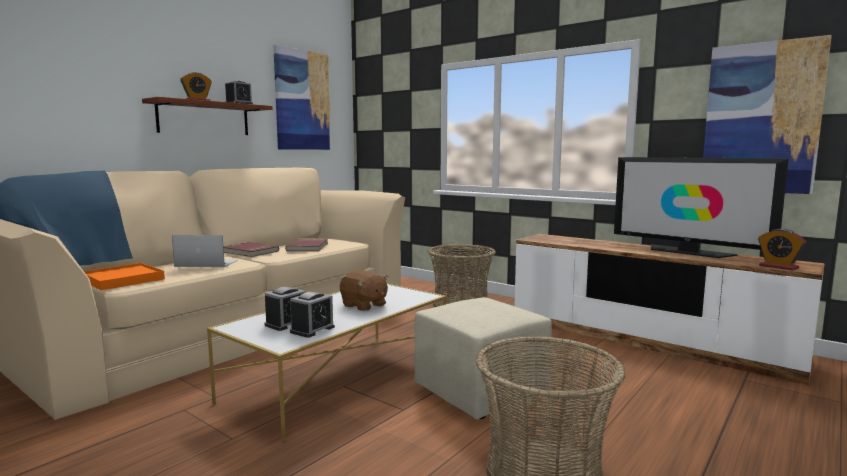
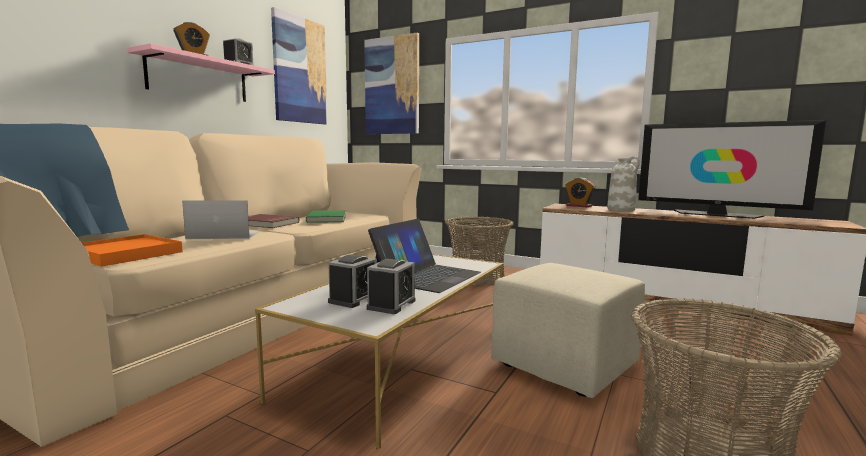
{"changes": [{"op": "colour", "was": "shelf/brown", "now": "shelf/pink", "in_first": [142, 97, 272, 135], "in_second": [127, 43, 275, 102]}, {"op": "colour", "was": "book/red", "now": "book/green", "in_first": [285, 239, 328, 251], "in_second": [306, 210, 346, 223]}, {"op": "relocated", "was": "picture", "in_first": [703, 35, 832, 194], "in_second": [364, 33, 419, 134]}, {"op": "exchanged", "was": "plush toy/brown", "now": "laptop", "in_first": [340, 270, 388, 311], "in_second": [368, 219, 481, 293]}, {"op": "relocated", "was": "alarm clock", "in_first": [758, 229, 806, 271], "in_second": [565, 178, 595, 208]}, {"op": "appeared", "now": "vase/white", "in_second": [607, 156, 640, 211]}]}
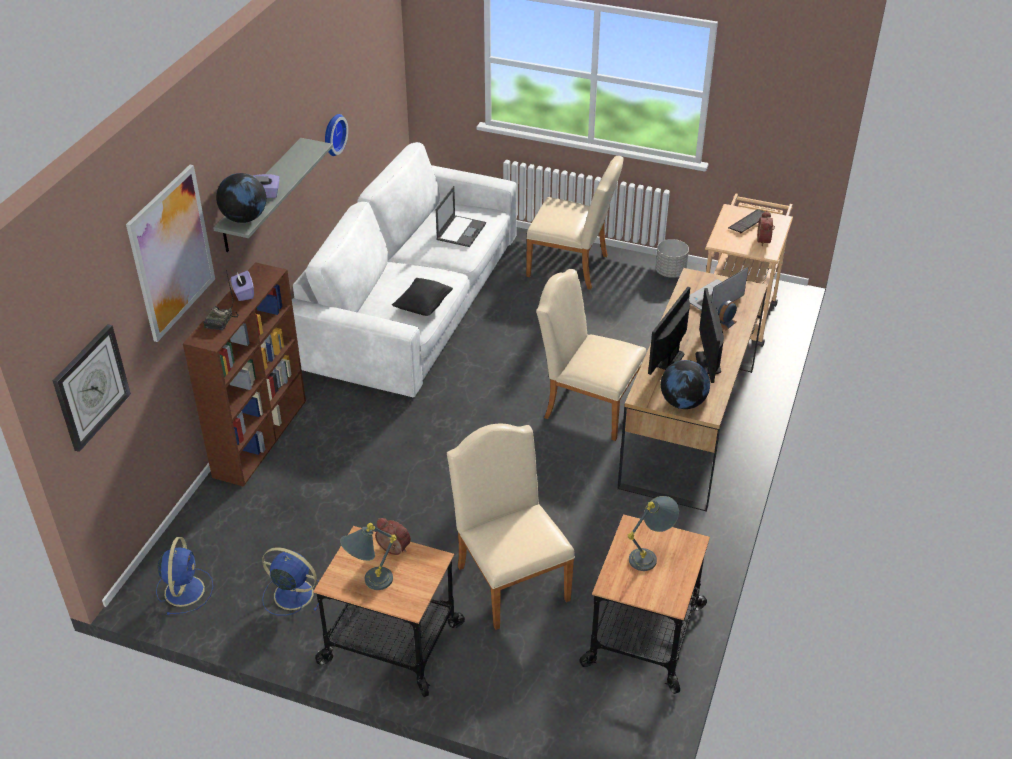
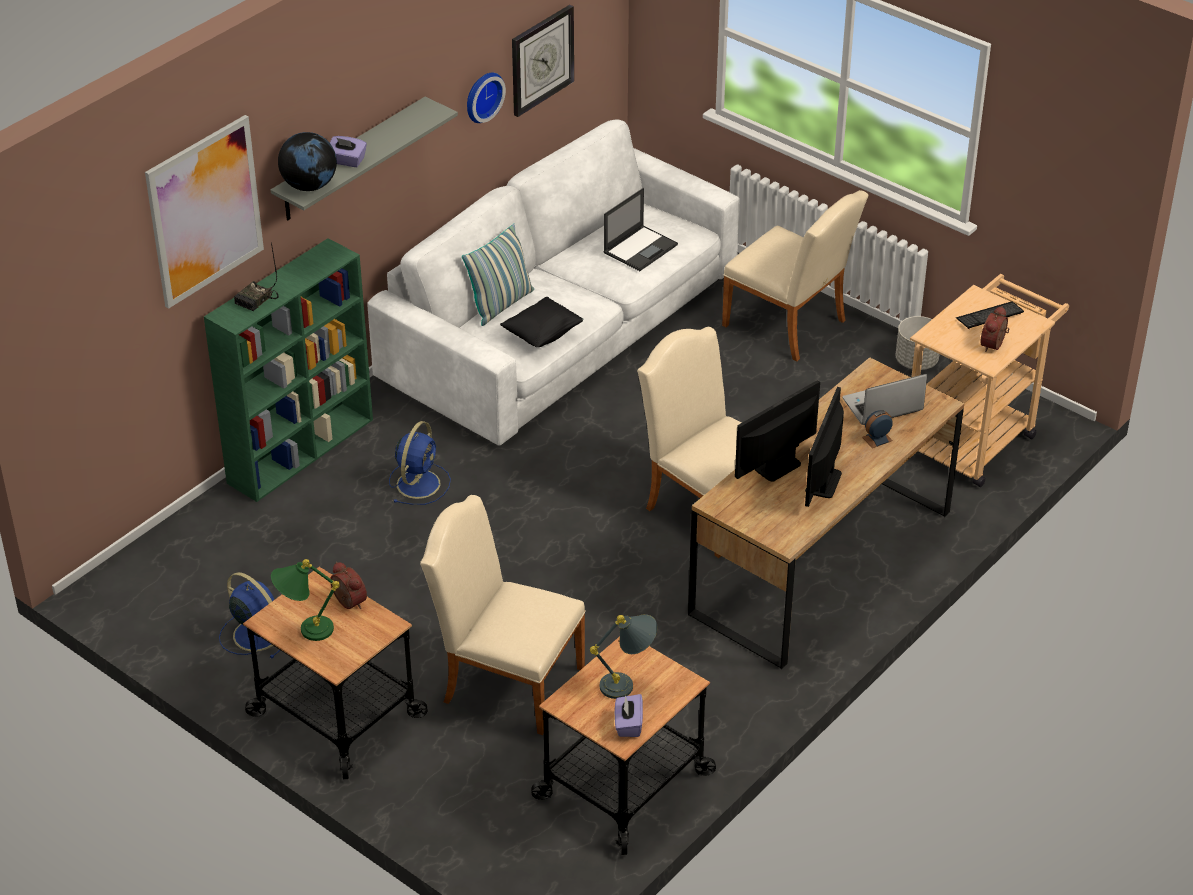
{"changes": [{"op": "colour", "was": "bookcase/brown", "now": "bookcase/green", "in_first": [183, 262, 306, 487], "in_second": [204, 238, 373, 502]}, {"op": "colour", "was": "table lamp/grey", "now": "table lamp/green", "in_first": [340, 523, 397, 590], "in_second": [271, 559, 340, 641]}, {"op": "relocated", "was": "fan/blue", "in_first": [156, 537, 213, 615], "in_second": [389, 421, 451, 505]}, {"op": "spun", "was": "chair/beige", "in_first": [447, 424, 575, 630], "in_second": [420, 495, 585, 735], "clockwise": -60}, {"op": "appeared", "now": "pillow", "in_second": [462, 223, 534, 326]}, {"op": "relocated", "was": "wall clock", "in_first": [53, 324, 131, 452], "in_second": [512, 5, 574, 117]}, {"op": "relocated", "was": "tissue box/purple", "in_first": [231, 271, 254, 301], "in_second": [615, 694, 643, 737]}, {"op": "missing", "was": "globe", "in_first": [661, 360, 710, 409]}]}
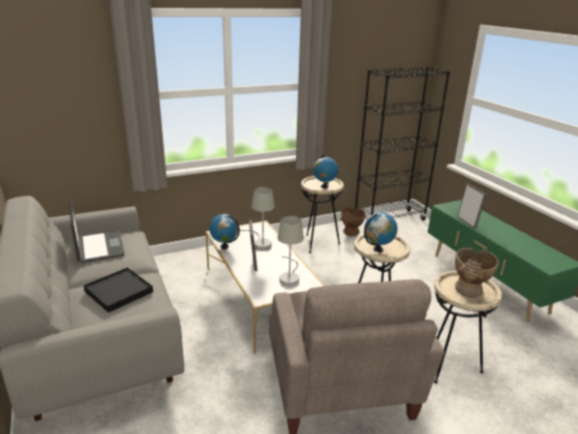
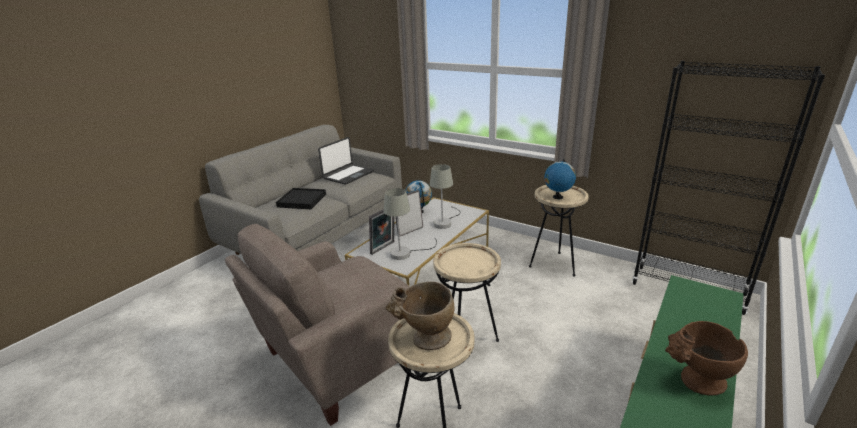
{"changes": [{"op": "relocated", "was": "picture frame", "in_first": [457, 184, 487, 228], "in_second": [369, 209, 394, 255]}, {"op": "relocated", "was": "vase/brown", "in_first": [340, 207, 365, 236], "in_second": [665, 321, 748, 396]}, {"op": "missing", "was": "globe", "in_first": [364, 212, 398, 252]}]}
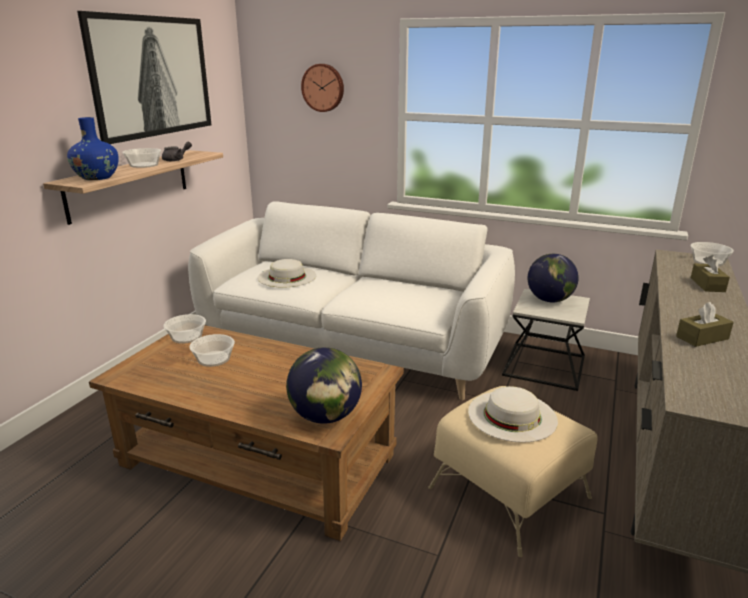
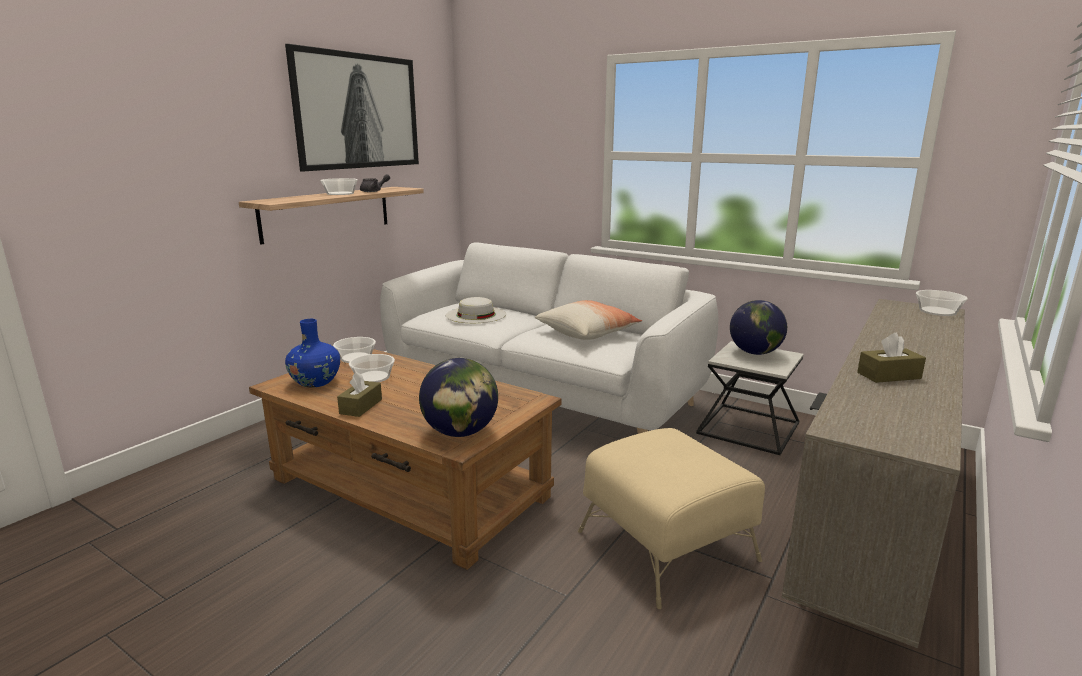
{"changes": [{"op": "relocated", "was": "vase/blue", "in_first": [67, 117, 119, 180], "in_second": [285, 319, 340, 388]}, {"op": "relocated", "was": "tissue box/brown", "in_first": [691, 255, 730, 292], "in_second": [337, 372, 382, 417]}, {"op": "appeared", "now": "pillow", "in_second": [535, 300, 642, 340]}, {"op": "missing", "was": "wall clock", "in_first": [301, 64, 344, 112]}, {"op": "missing", "was": "hat/white", "in_first": [468, 386, 558, 443]}]}
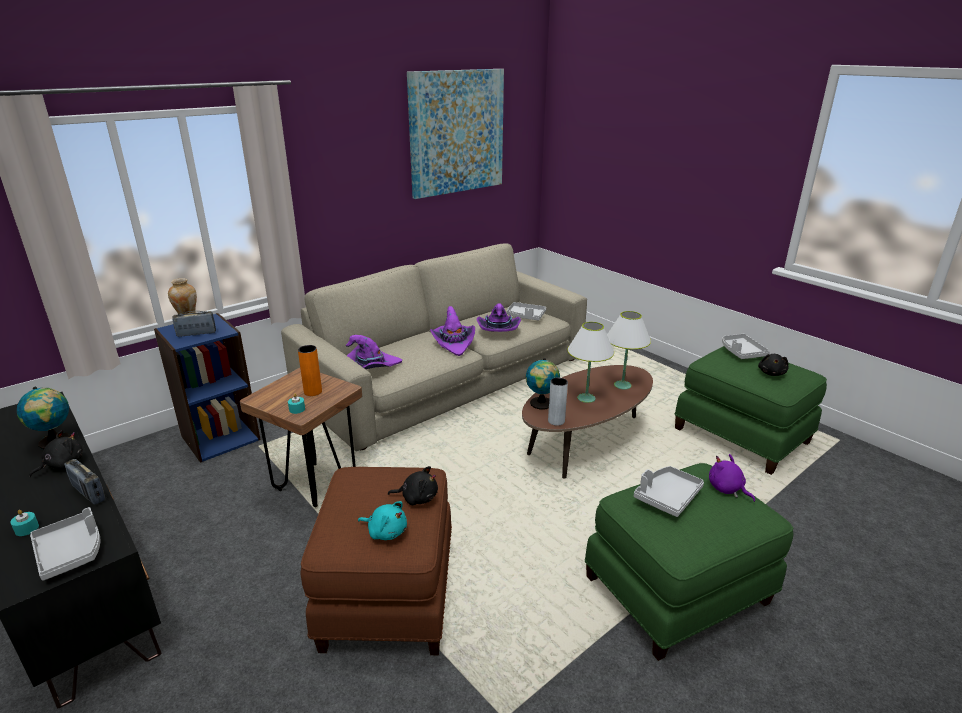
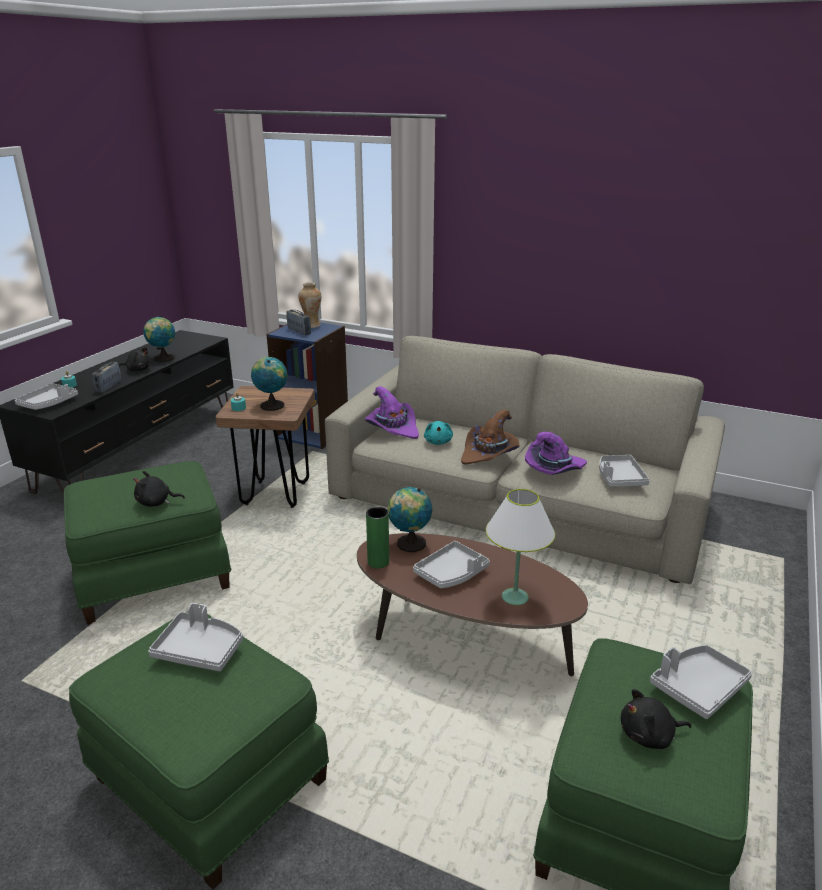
{"changes": [{"op": "colour", "was": "ottoman/brown", "now": "ottoman/green", "in_first": [301, 467, 452, 655], "in_second": [64, 461, 231, 625]}, {"op": "spun", "was": "plush toy/black", "in_first": [388, 466, 438, 505], "in_second": [133, 471, 185, 507], "clockwise": 105}, {"op": "exchanged", "was": "vase/orange", "now": "globe", "in_first": [298, 345, 322, 396], "in_second": [251, 357, 288, 411]}, {"op": "colour", "was": "vase/grey", "now": "vase/green", "in_first": [548, 377, 568, 426], "in_second": [366, 507, 389, 569]}, {"op": "exchanged", "was": "table lamp/white", "now": "tray/grey", "in_first": [567, 322, 614, 403], "in_second": [413, 541, 490, 588]}, {"op": "relocated", "was": "plush toy/turquoise", "in_first": [358, 501, 407, 540], "in_second": [424, 421, 453, 445]}, {"op": "colour", "was": "hat/purple", "now": "hat/brown", "in_first": [430, 306, 475, 356], "in_second": [461, 409, 520, 465]}, {"op": "missing", "was": "picture", "in_first": [407, 69, 504, 199]}, {"op": "missing", "was": "plush toy/purple", "in_first": [709, 454, 755, 502]}]}
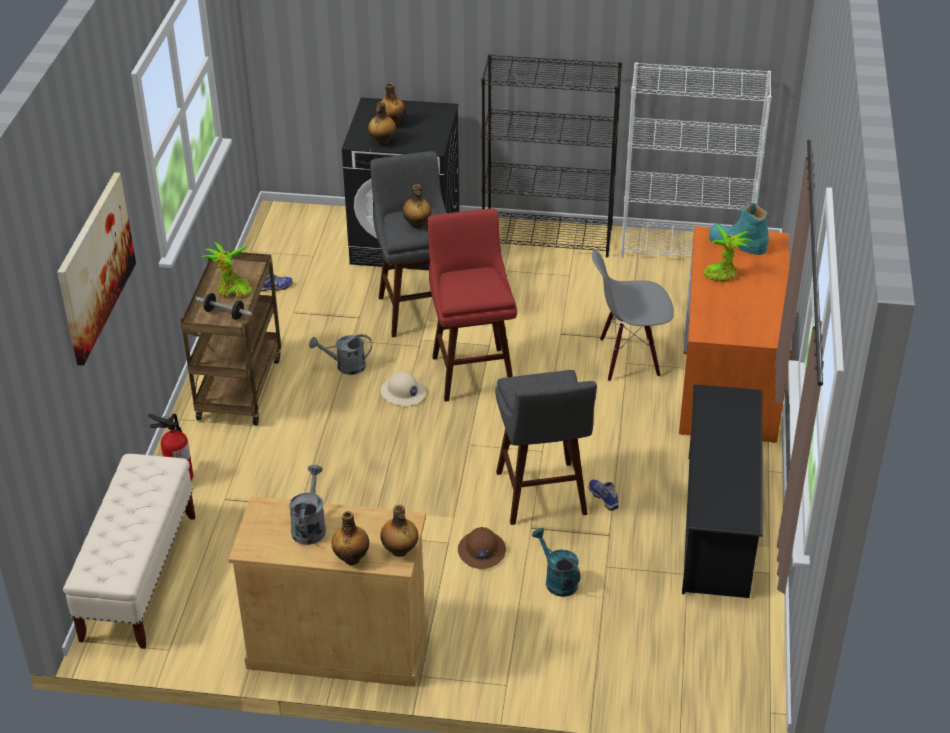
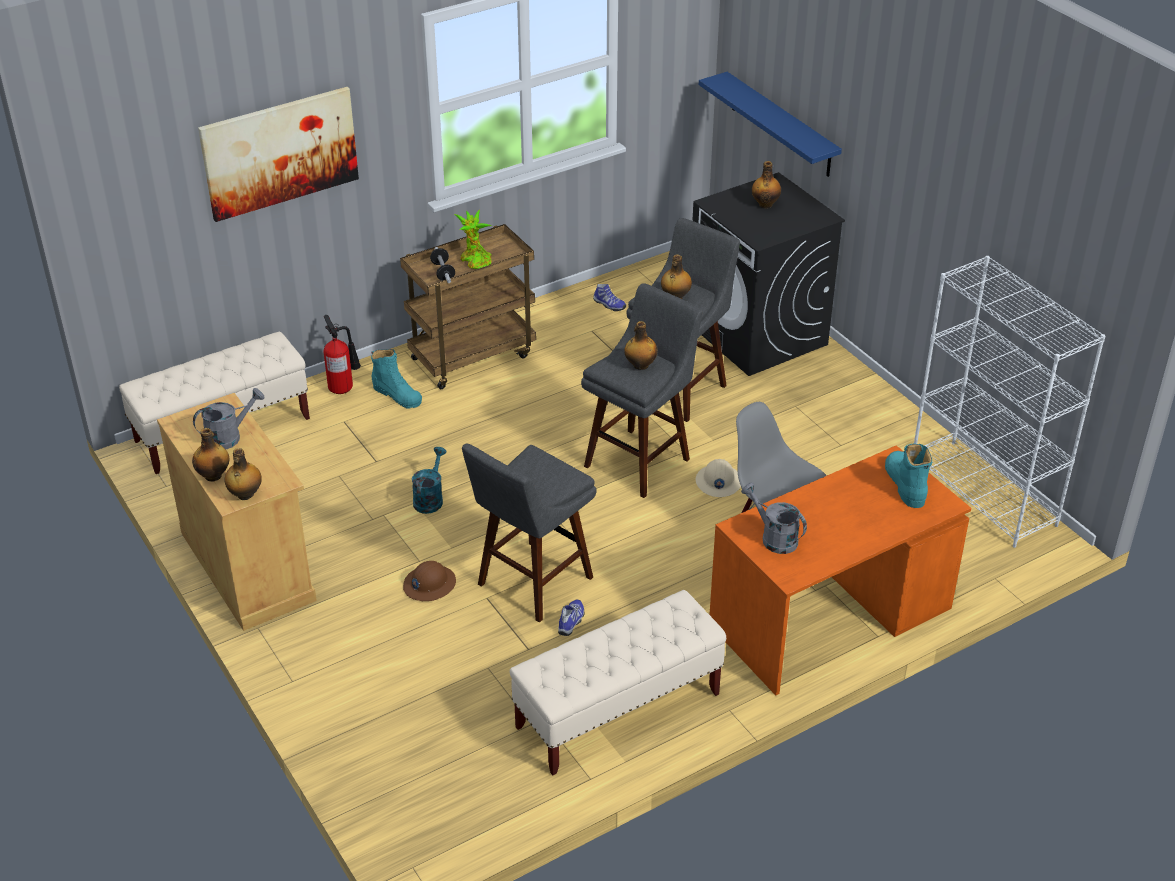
{"changes": [{"op": "appeared", "now": "boot/turquoise", "in_second": [371, 349, 422, 409]}, {"op": "relocated", "was": "watering can/turquoise", "in_first": [532, 528, 580, 597], "in_second": [412, 447, 446, 514]}, {"op": "exchanged", "was": "shoe rack/black", "now": "bench/beige", "in_first": [682, 384, 763, 598], "in_second": [510, 590, 726, 775]}, {"op": "colour", "was": "stool/red", "now": "stool/grey", "in_first": [427, 209, 517, 402], "in_second": [581, 283, 702, 498]}, {"op": "relocated", "was": "bottle", "in_first": [368, 102, 396, 145], "in_second": [624, 321, 658, 370]}, {"op": "relocated", "was": "hard hat/beige", "in_first": [381, 371, 426, 406], "in_second": [696, 459, 741, 497]}, {"op": "appeared", "now": "shelf/blue", "in_second": [699, 72, 842, 177]}, {"op": "relocated", "was": "watering can/grey", "in_first": [309, 334, 372, 375], "in_second": [741, 483, 807, 554]}, {"op": "missing", "was": "bookcase/black", "in_first": [481, 54, 622, 257]}, {"op": "missing", "was": "potted plant", "in_first": [703, 224, 753, 282]}]}
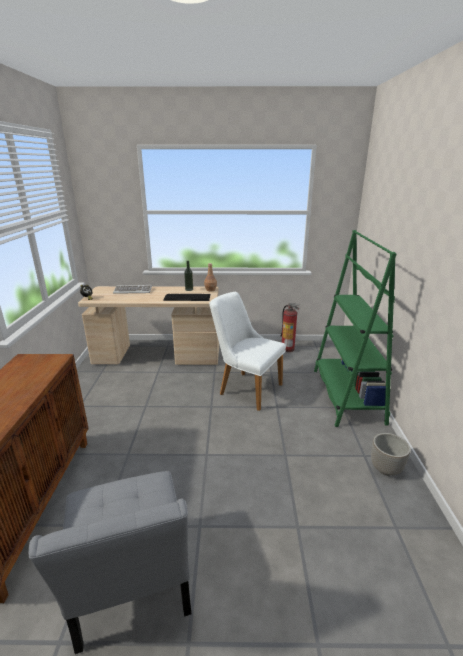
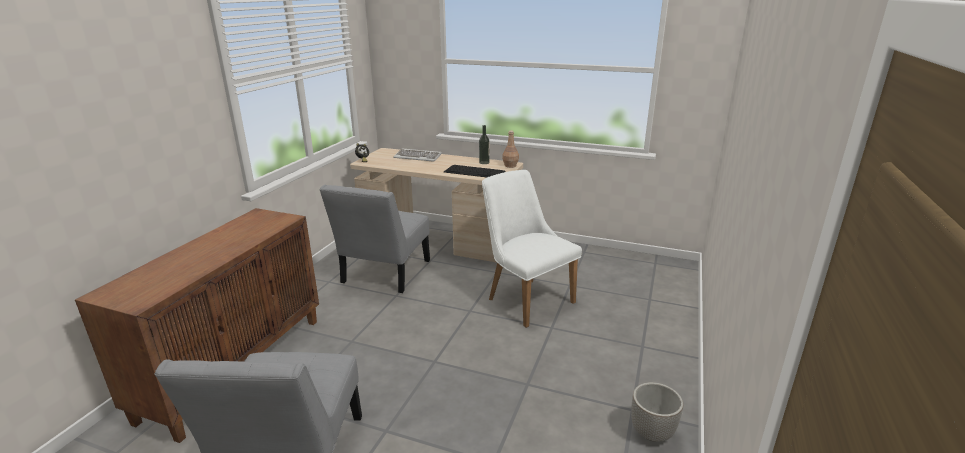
{"changes": [{"op": "appeared", "now": "chair/grey", "in_second": [319, 185, 430, 293]}, {"op": "missing", "was": "fire extinguisher", "in_first": [281, 303, 300, 352]}, {"op": "missing", "was": "bookcase/green", "in_first": [314, 230, 397, 427]}]}
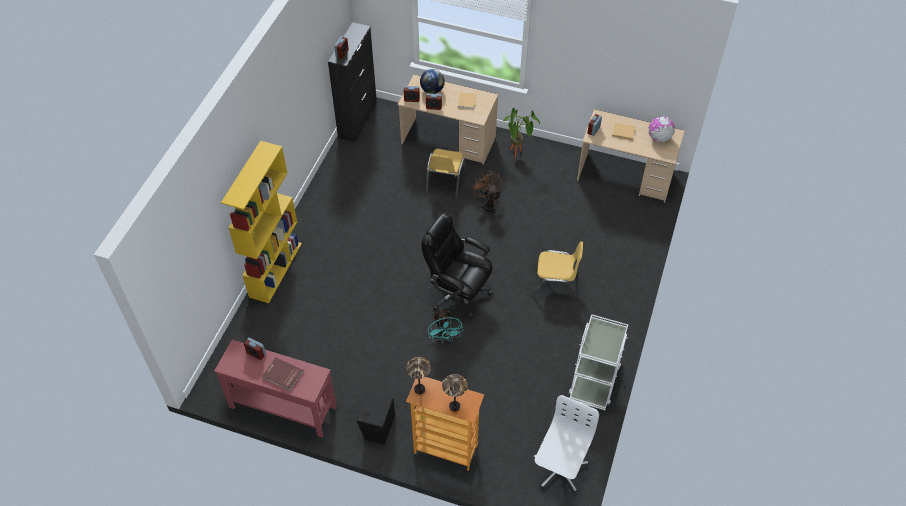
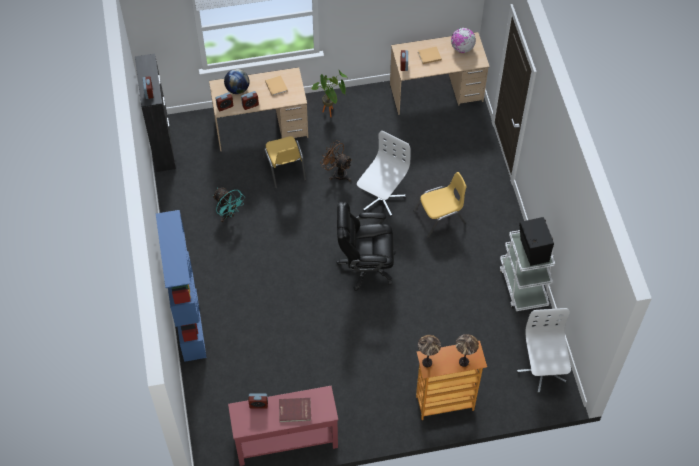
{"changes": [{"op": "colour", "was": "bookcase/yellow", "now": "bookcase/blue", "in_first": [221, 141, 302, 303], "in_second": [156, 210, 207, 362]}, {"op": "relocated", "was": "fan/turquoise", "in_first": [428, 308, 463, 345], "in_second": [213, 187, 245, 222]}, {"op": "appeared", "now": "office chair/white", "in_second": [357, 131, 411, 217]}, {"op": "relocated", "was": "speaker/black", "in_first": [357, 391, 395, 445], "in_second": [519, 217, 554, 266]}]}
